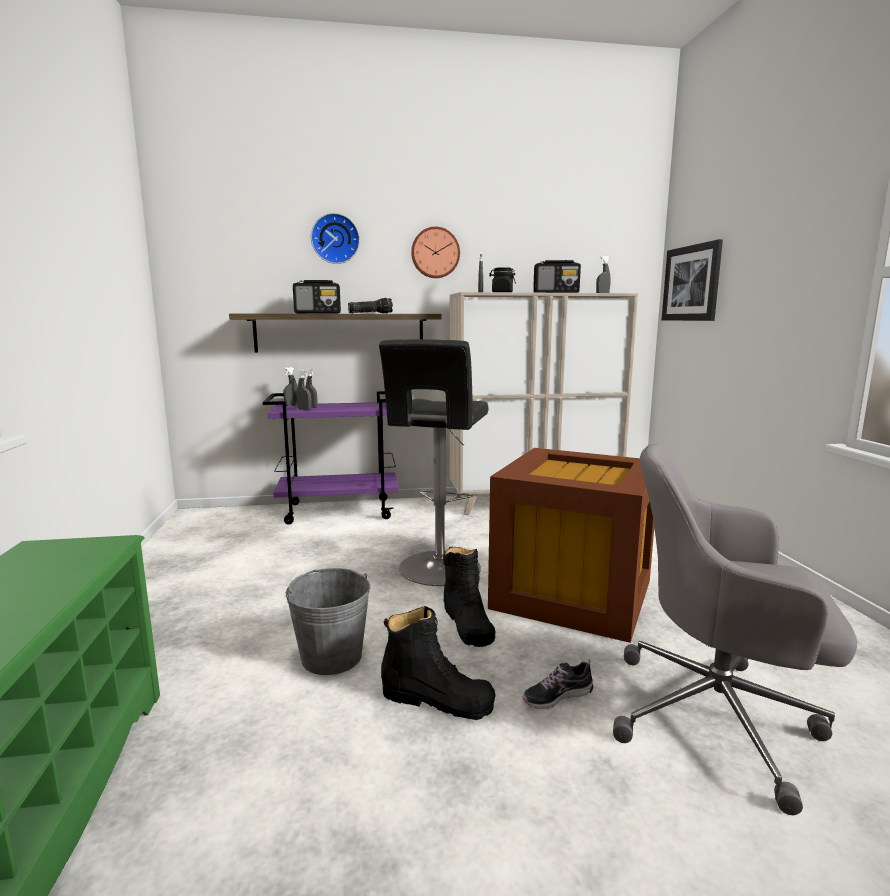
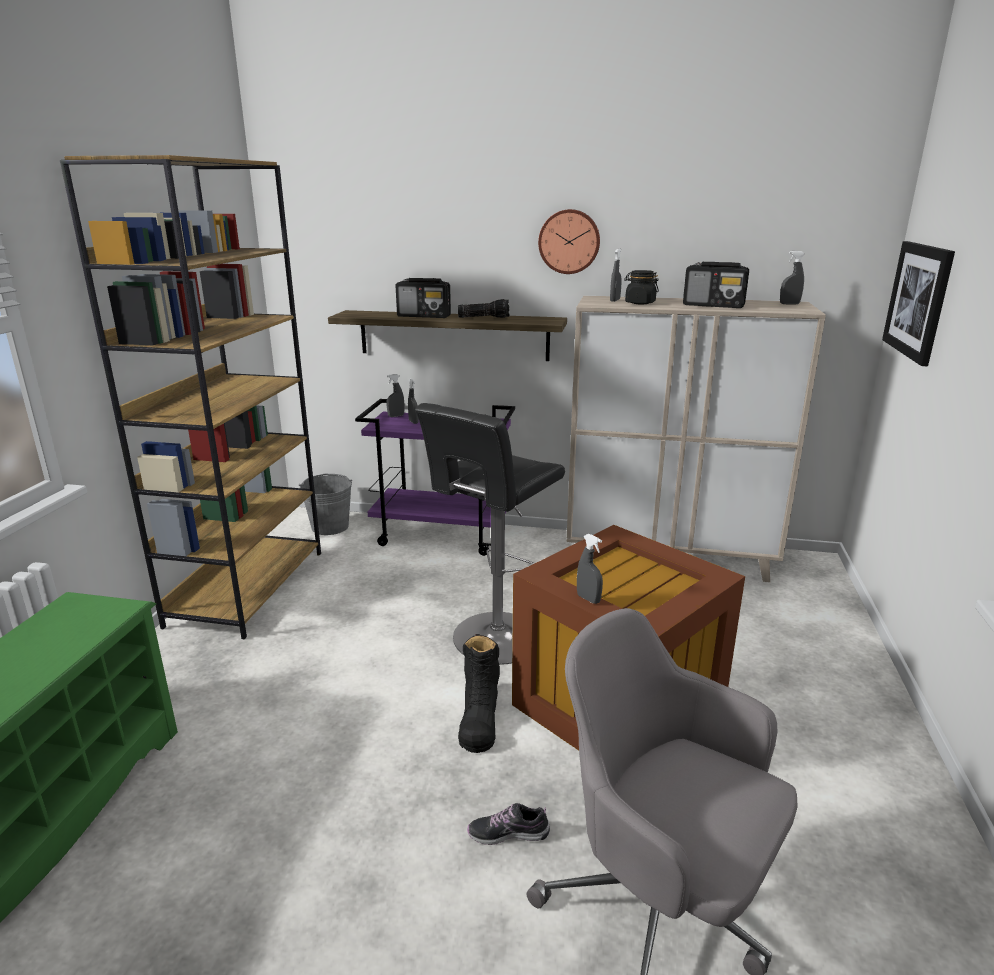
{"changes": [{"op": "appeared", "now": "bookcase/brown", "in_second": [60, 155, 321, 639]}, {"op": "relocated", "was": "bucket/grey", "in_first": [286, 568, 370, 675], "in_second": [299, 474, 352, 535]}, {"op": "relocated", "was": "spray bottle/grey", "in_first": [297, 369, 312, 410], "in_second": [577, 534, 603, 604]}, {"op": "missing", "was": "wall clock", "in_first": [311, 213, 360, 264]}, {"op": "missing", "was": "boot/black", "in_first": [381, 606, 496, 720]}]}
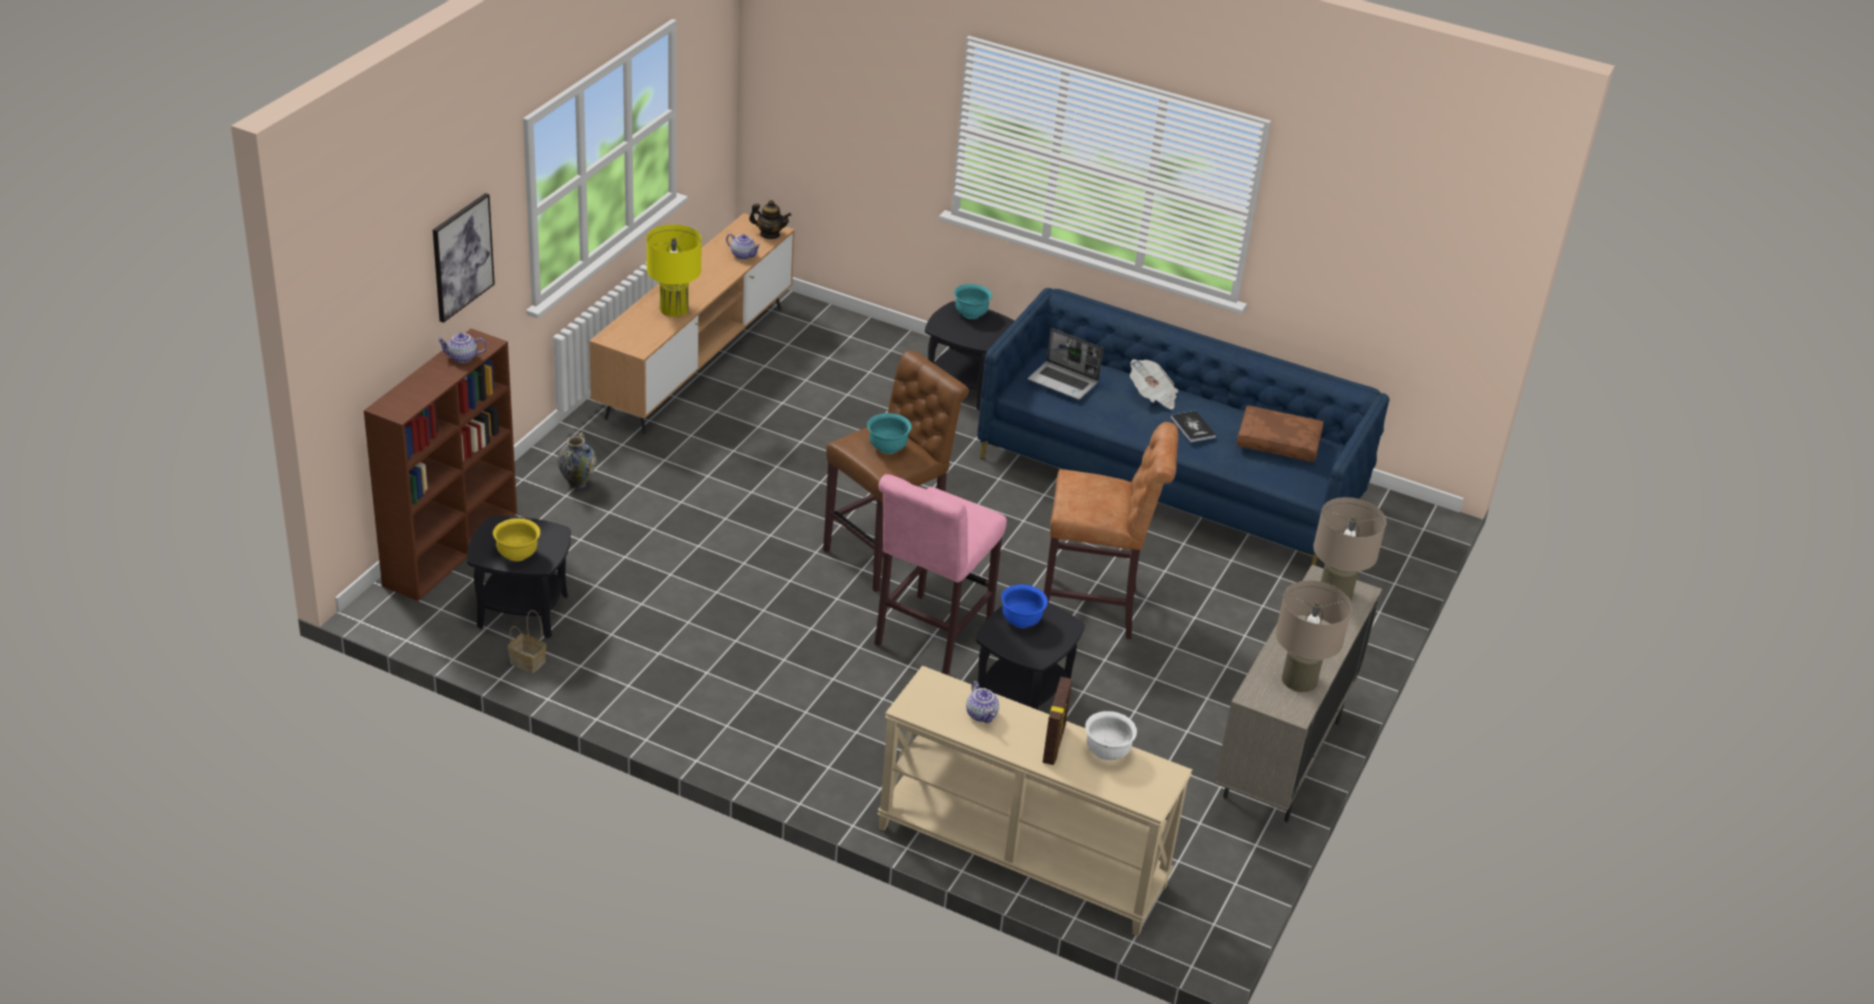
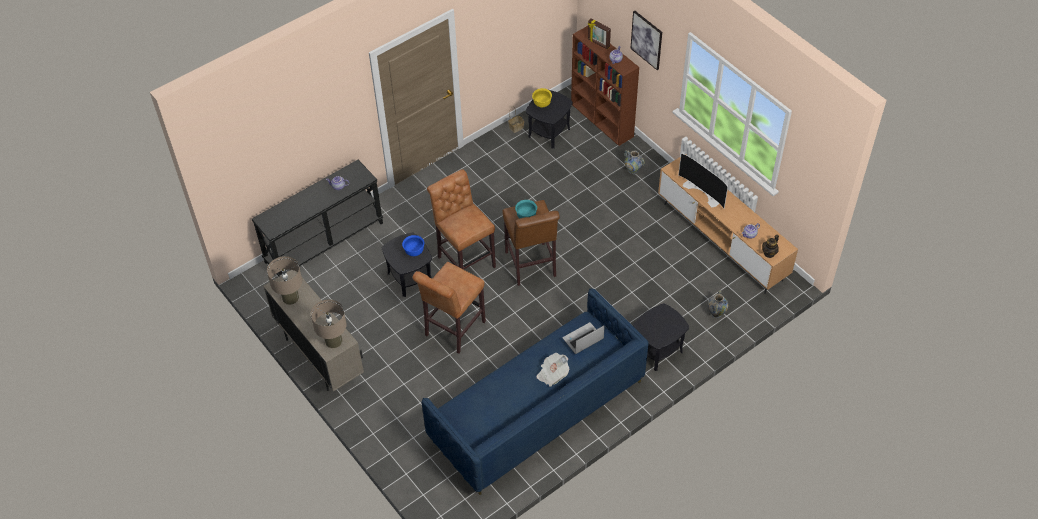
{"changes": [{"op": "colour", "was": "console table/beige", "now": "console table/black", "in_first": [877, 666, 1192, 936], "in_second": [252, 160, 383, 277]}, {"op": "colour", "was": "stool/pink", "now": "stool/brown", "in_first": [874, 474, 1007, 675], "in_second": [427, 169, 496, 270]}, {"op": "relocated", "was": "picture frame", "in_first": [1043, 677, 1072, 765], "in_second": [588, 18, 611, 49]}, {"op": "exchanged", "was": "table lamp/yellow", "now": "television", "in_first": [646, 225, 702, 317], "in_second": [678, 153, 728, 208]}, {"op": "appeared", "now": "vase", "in_second": [708, 290, 728, 318]}, {"op": "missing", "was": "bowl/turquoise", "in_first": [954, 284, 992, 319]}, {"op": "missing", "was": "bowl/white", "in_first": [1085, 711, 1137, 761]}, {"op": "missing", "was": "book", "in_first": [1171, 411, 1216, 442]}, {"op": "missing", "was": "pillow/brown", "in_first": [1236, 406, 1324, 462]}]}
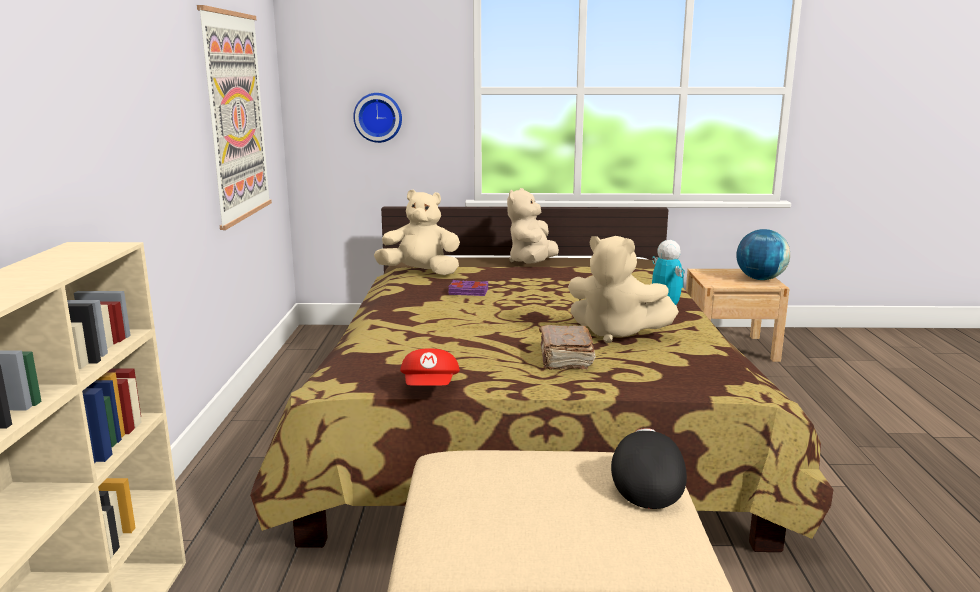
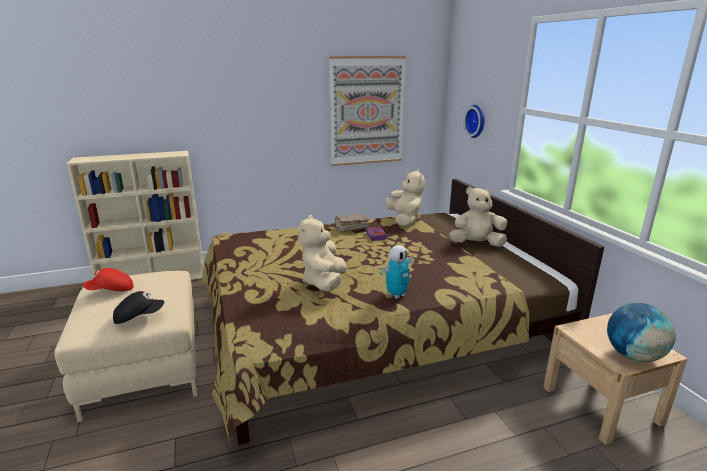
{"changes": [{"op": "relocated", "was": "cap/red", "in_first": [400, 348, 460, 386], "in_second": [83, 268, 134, 291]}, {"op": "relocated", "was": "book/brown", "in_first": [539, 325, 595, 370], "in_second": [335, 213, 369, 233]}]}
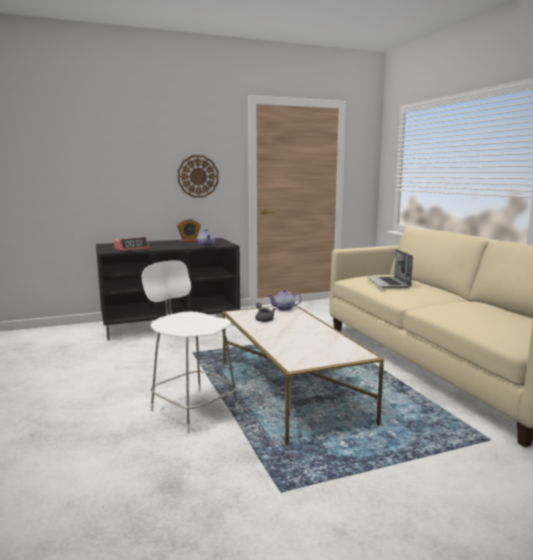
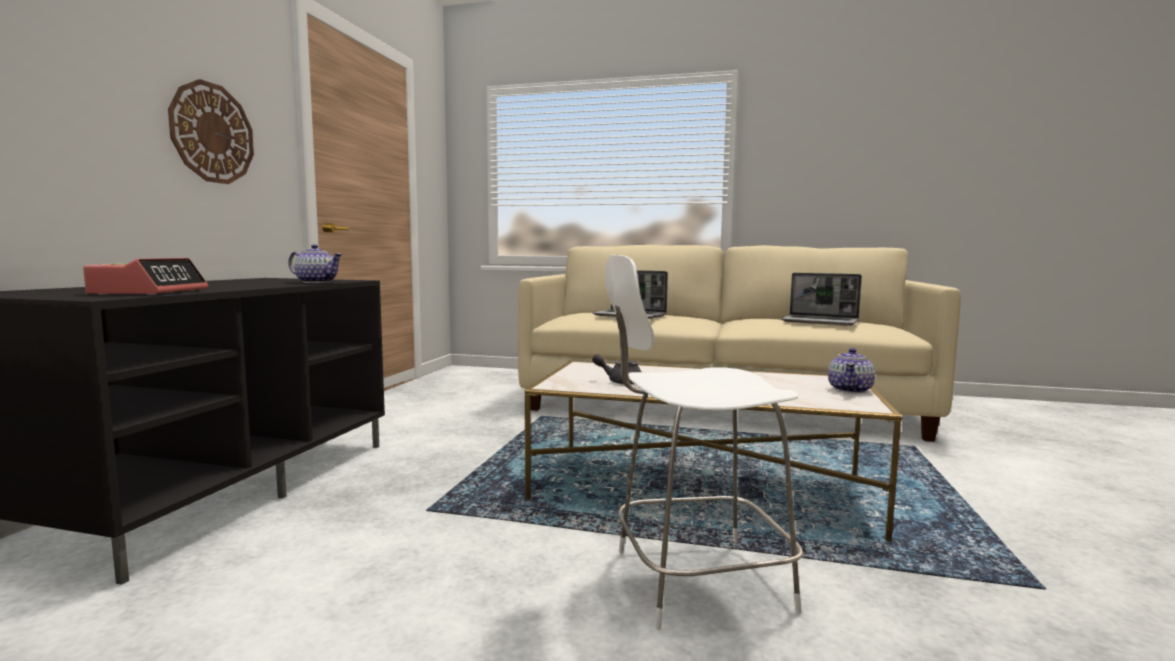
{"changes": [{"op": "appeared", "now": "laptop", "in_second": [781, 273, 862, 326]}, {"op": "relocated", "was": "teapot", "in_first": [268, 289, 301, 311], "in_second": [828, 348, 876, 393]}, {"op": "missing", "was": "alarm clock", "in_first": [177, 219, 201, 243]}]}
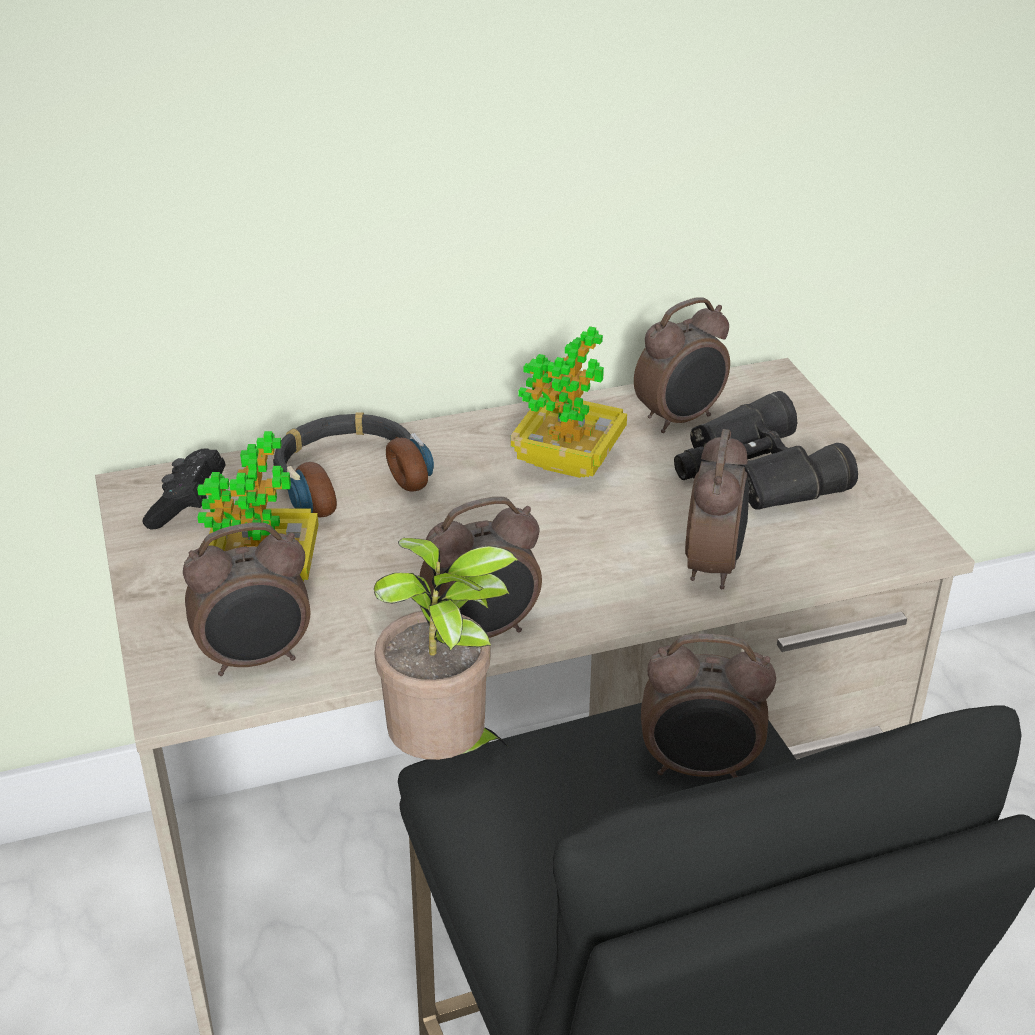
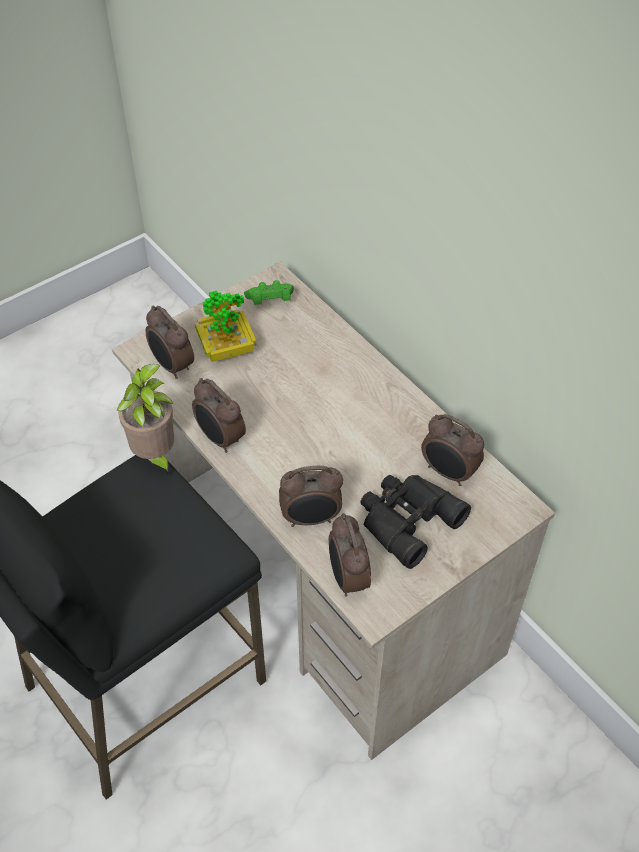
{"changes": [{"op": "colour", "was": "game controller/black", "now": "game controller/green", "in_first": [142, 448, 226, 530], "in_second": [244, 280, 294, 305]}, {"op": "relocated", "was": "alarm clock", "in_first": [641, 634, 776, 778], "in_second": [329, 513, 371, 597]}, {"op": "missing", "was": "headphones", "in_first": [273, 412, 434, 517]}, {"op": "missing", "was": "potted plant", "in_first": [511, 326, 627, 478]}]}
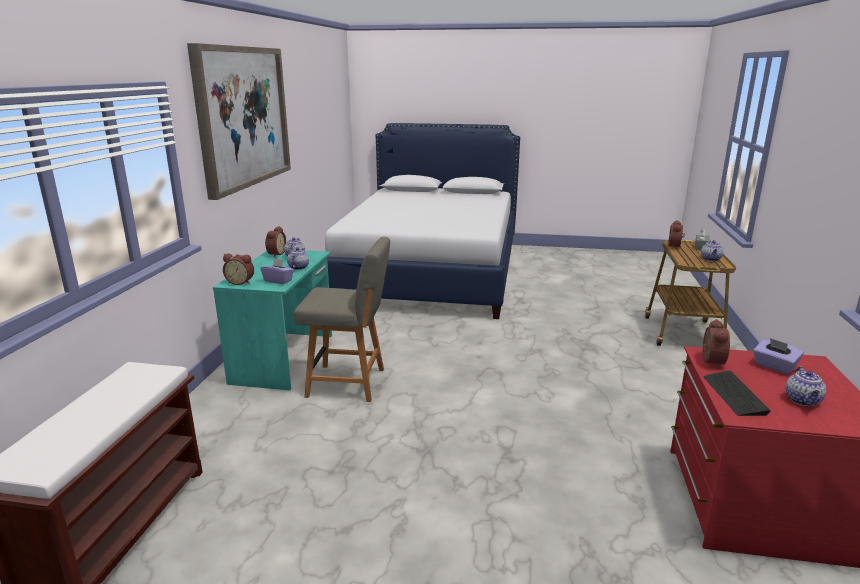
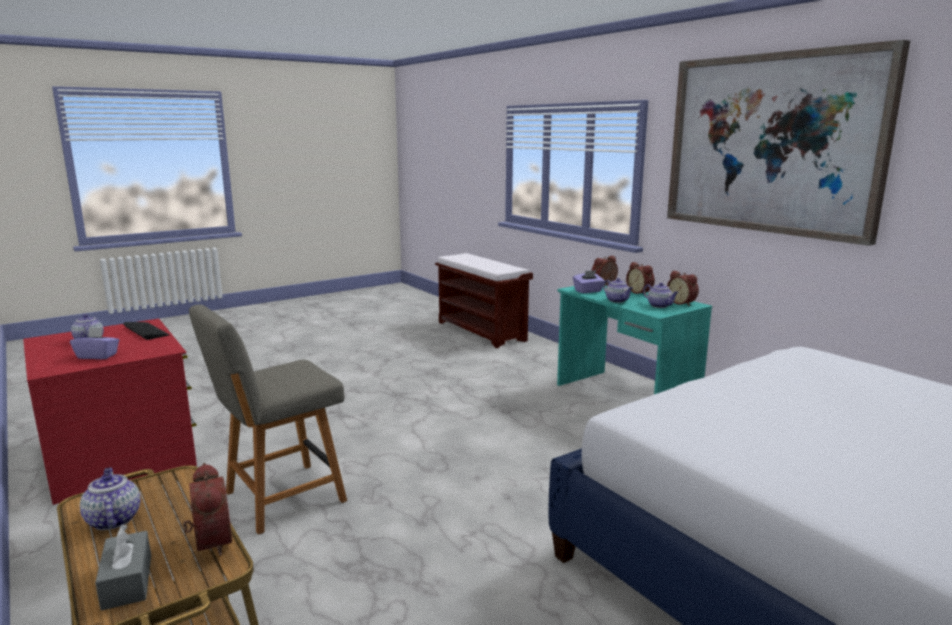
{"changes": [{"op": "relocated", "was": "chair/grey", "in_first": [294, 237, 390, 402], "in_second": [189, 304, 347, 535]}, {"op": "relocated", "was": "alarm clock", "in_first": [702, 319, 730, 369], "in_second": [626, 262, 655, 294]}]}
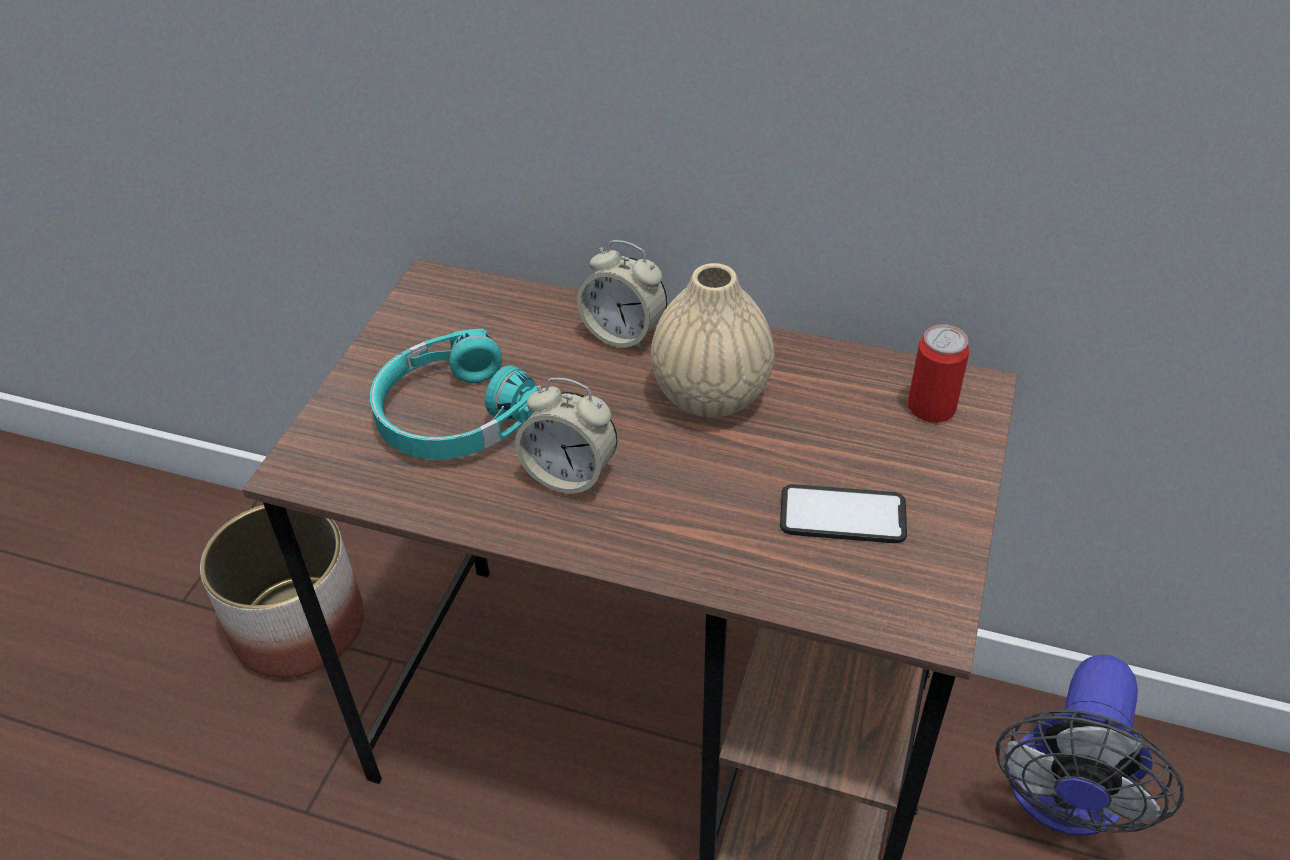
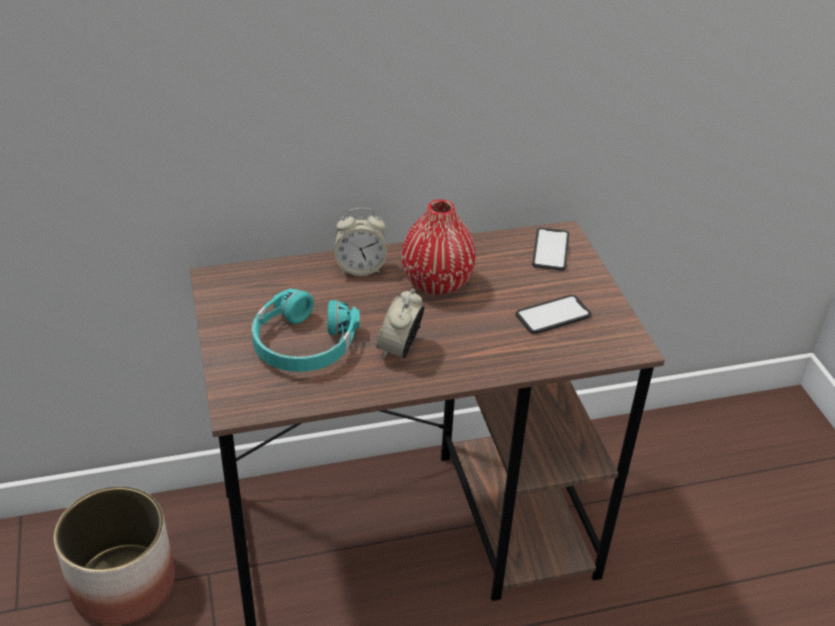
{"changes": [{"op": "spun", "was": "alarm clock", "in_first": [515, 378, 617, 495], "in_second": [376, 289, 424, 359], "clockwise": 120}, {"op": "colour", "was": "vase/beige", "now": "vase/red", "in_first": [651, 263, 774, 417], "in_second": [401, 199, 476, 295]}, {"op": "exchanged", "was": "can", "now": "phone", "in_first": [908, 324, 969, 423], "in_second": [532, 228, 569, 271]}, {"op": "missing", "was": "fan", "in_first": [995, 654, 1184, 835]}]}
